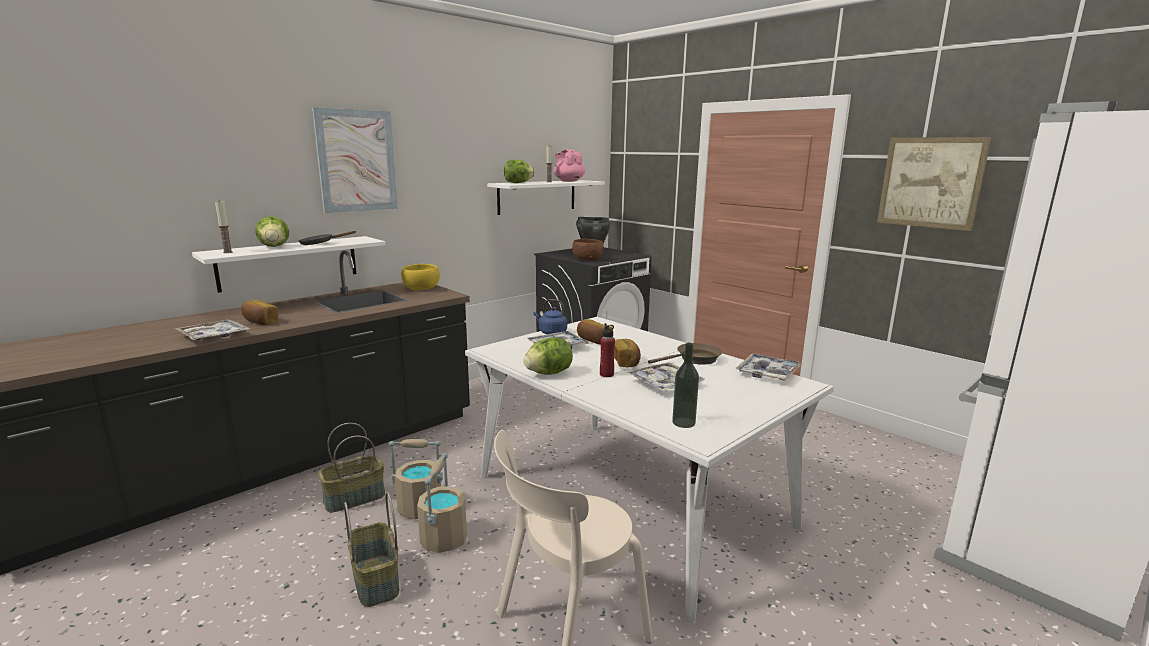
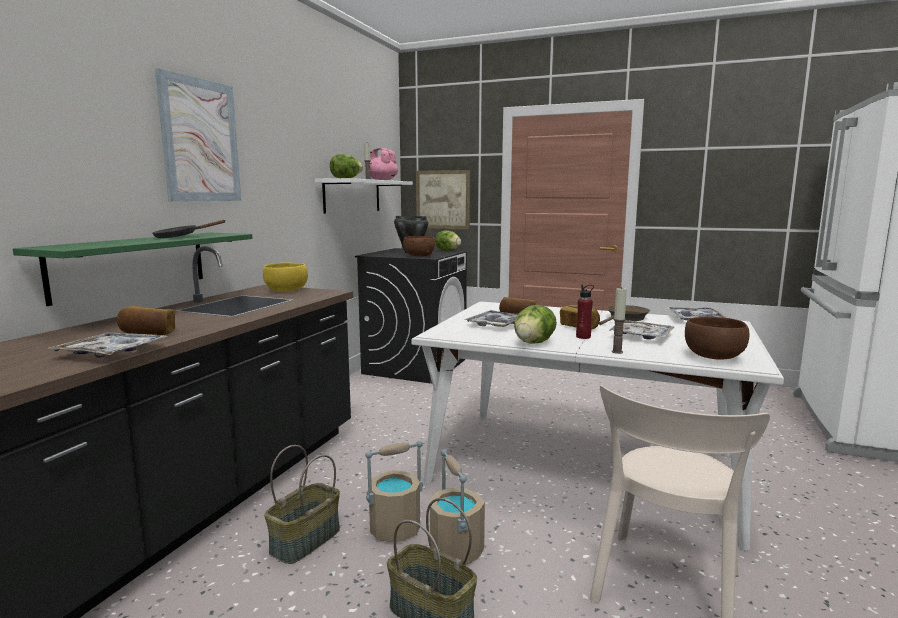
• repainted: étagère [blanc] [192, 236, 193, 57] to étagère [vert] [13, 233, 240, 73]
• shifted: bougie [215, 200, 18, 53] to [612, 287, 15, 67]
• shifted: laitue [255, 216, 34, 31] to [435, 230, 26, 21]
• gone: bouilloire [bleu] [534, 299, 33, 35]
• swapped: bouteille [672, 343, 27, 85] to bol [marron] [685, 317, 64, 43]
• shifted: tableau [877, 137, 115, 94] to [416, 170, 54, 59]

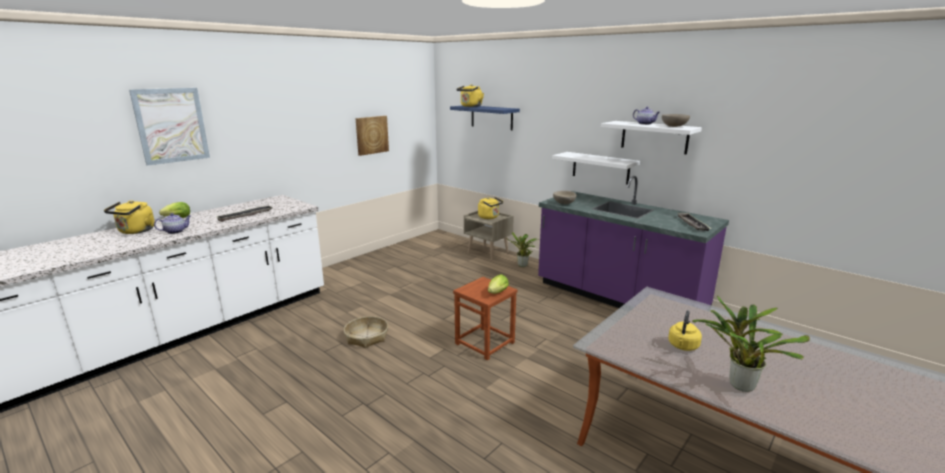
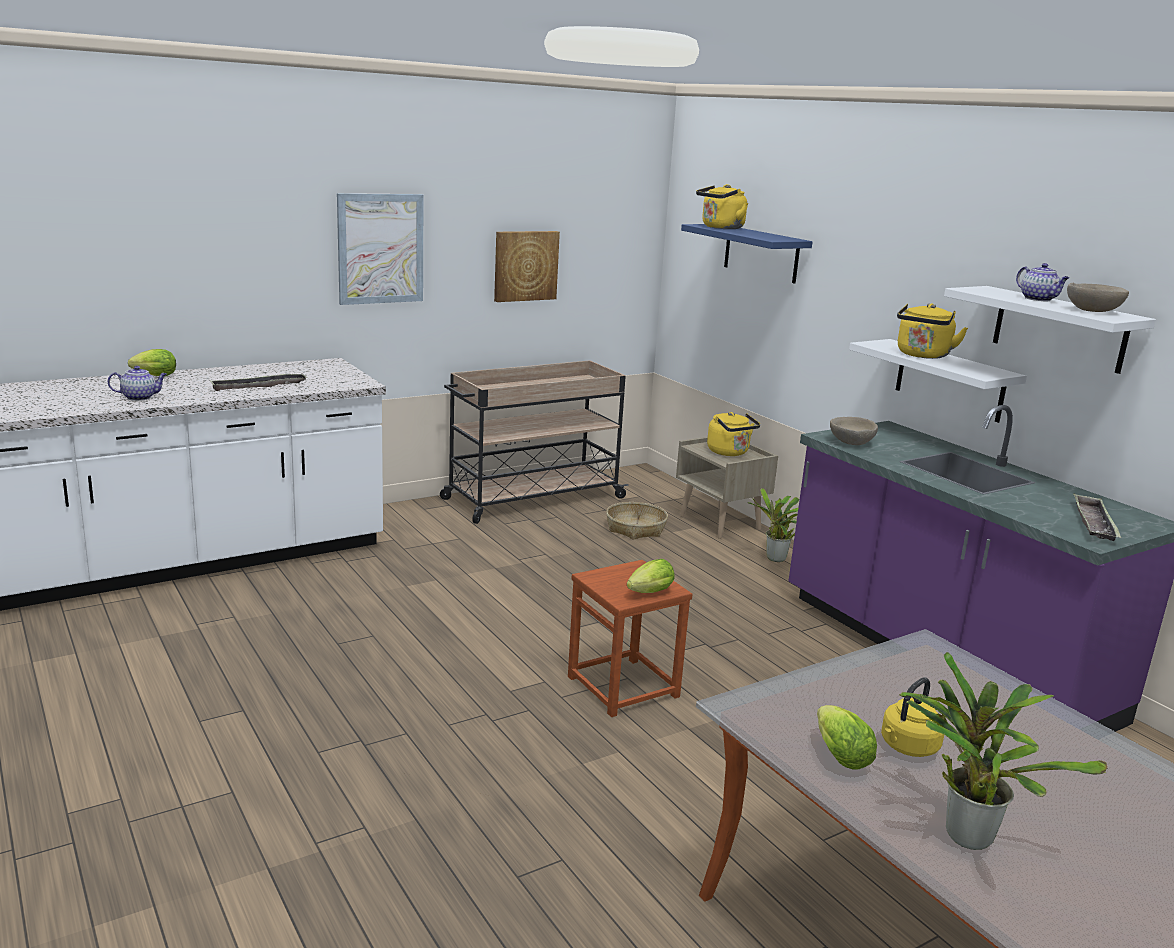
• shifted: bouilloire [jaune] [104, 201, 51, 33] to [897, 303, 71, 56]
• shifted: tableau [129, 88, 81, 78] to [337, 193, 86, 112]
• shifted: panier [344, 316, 44, 32] to [606, 502, 62, 38]
• new: chariot [beige] [440, 360, 189, 164]
• new: laitue [817, 705, 60, 64]

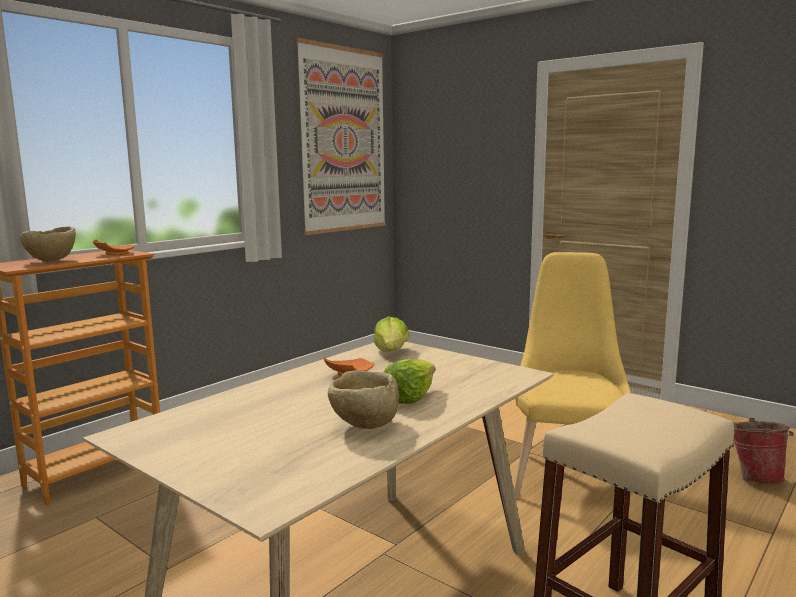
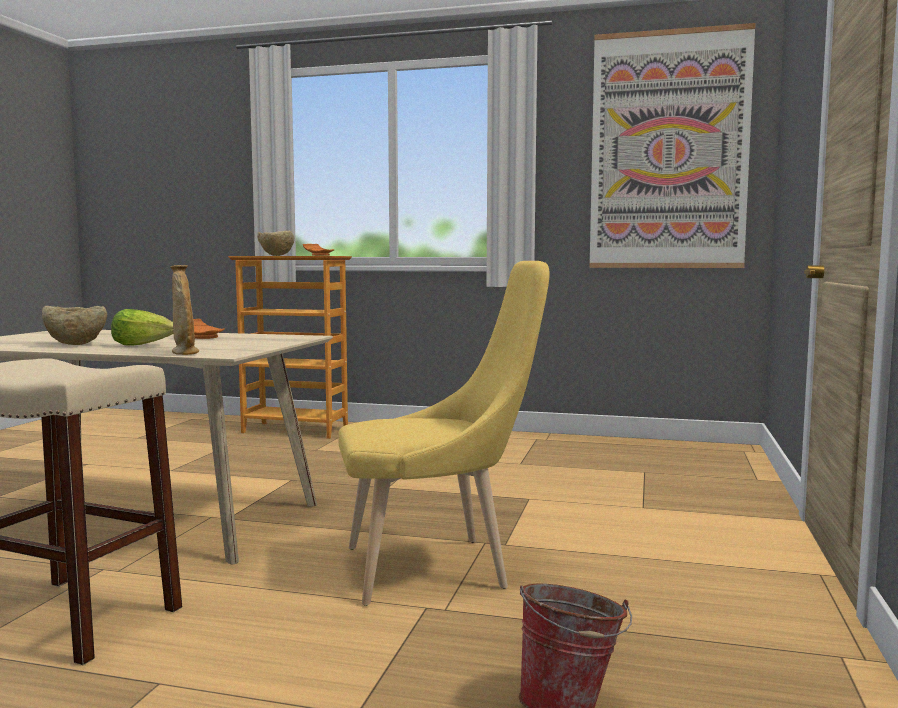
• gone: laitue [374, 316, 36, 36]
• new: vase [beige] [170, 265, 29, 90]

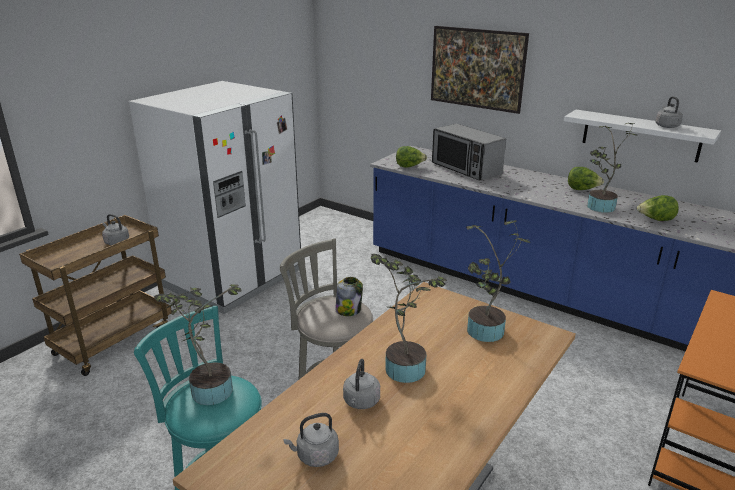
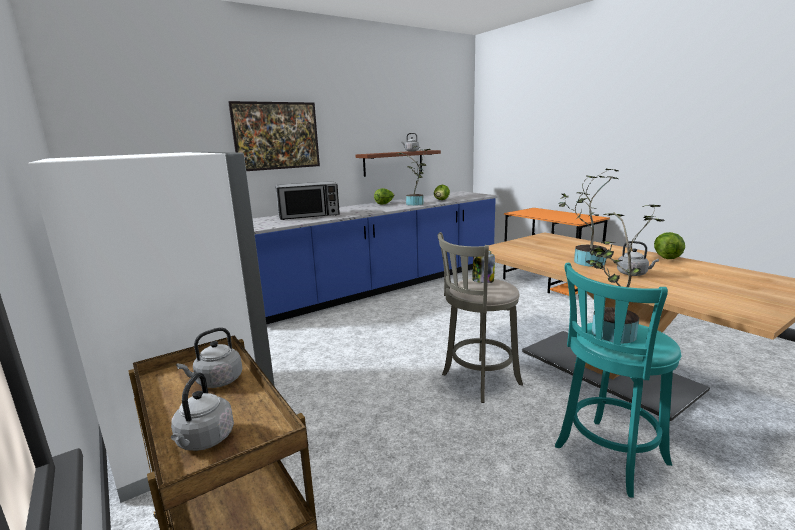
• shifted: bouilloire [gris] [283, 413, 56, 54] to [171, 372, 63, 79]
• shifted: laitue [396, 146, 31, 22] to [654, 232, 31, 27]
• gone: plante en pot [466, 220, 64, 122]
• repainted: étagère [blanc] [564, 110, 157, 53] to étagère [marron] [356, 150, 85, 27]

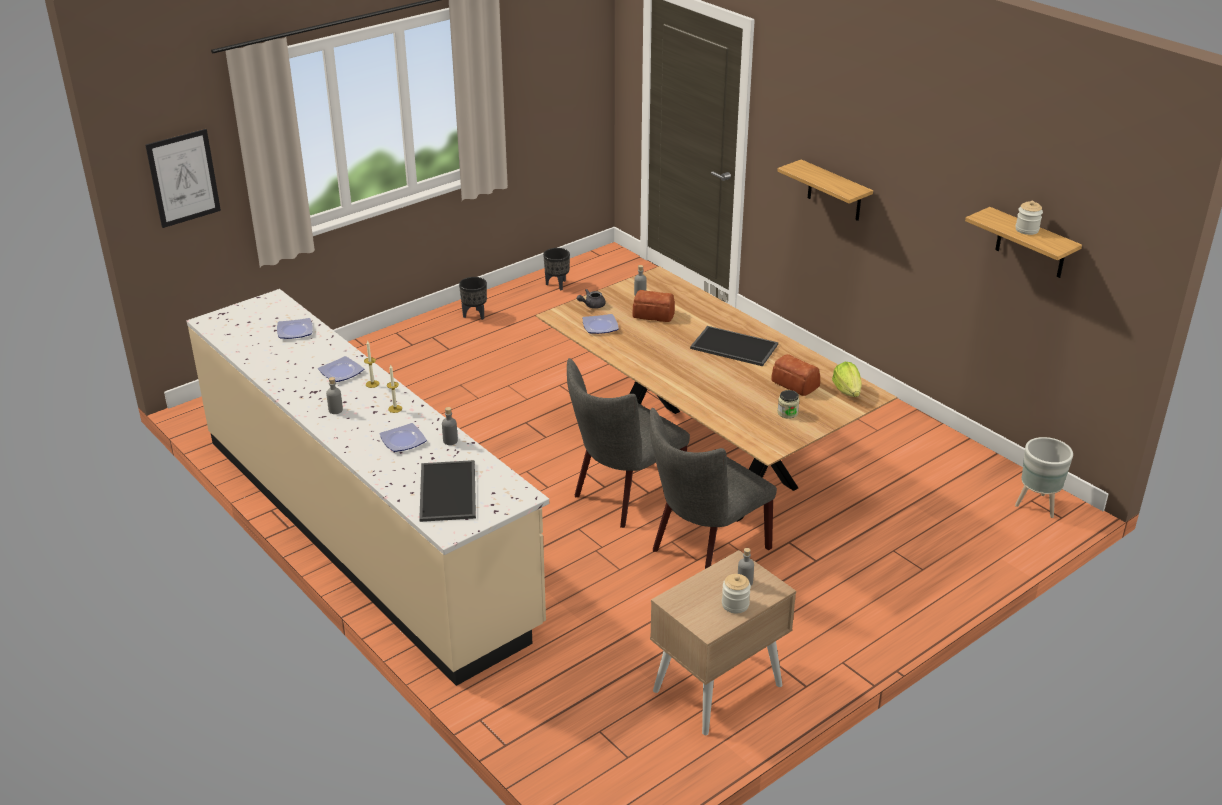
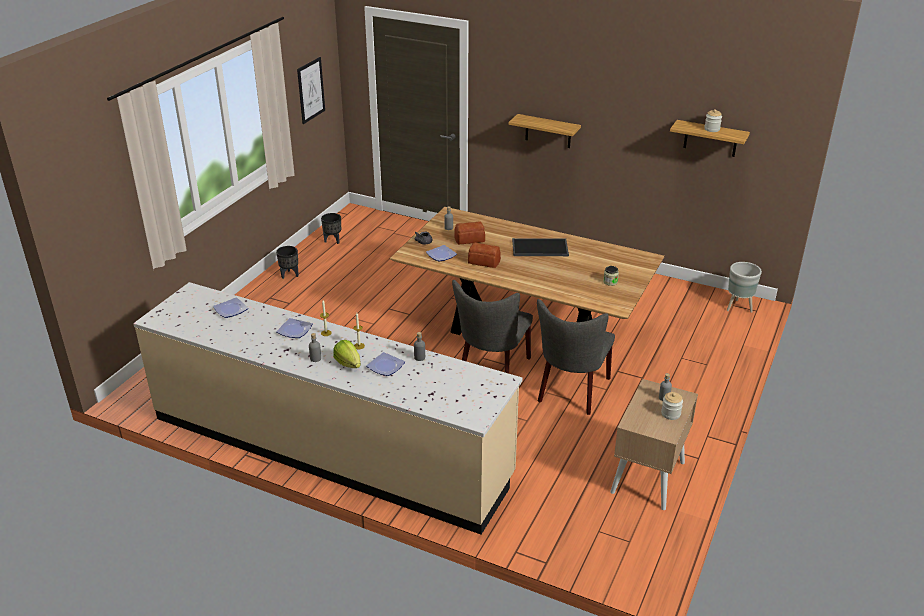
• shifted: tableau [145, 129, 76, 99] to [297, 57, 28, 67]
• gone: plateau [419, 460, 57, 62]
• shifted: pain [771, 354, 49, 42] to [468, 242, 33, 26]
• shifted: laitue [832, 362, 30, 35] to [333, 340, 28, 28]

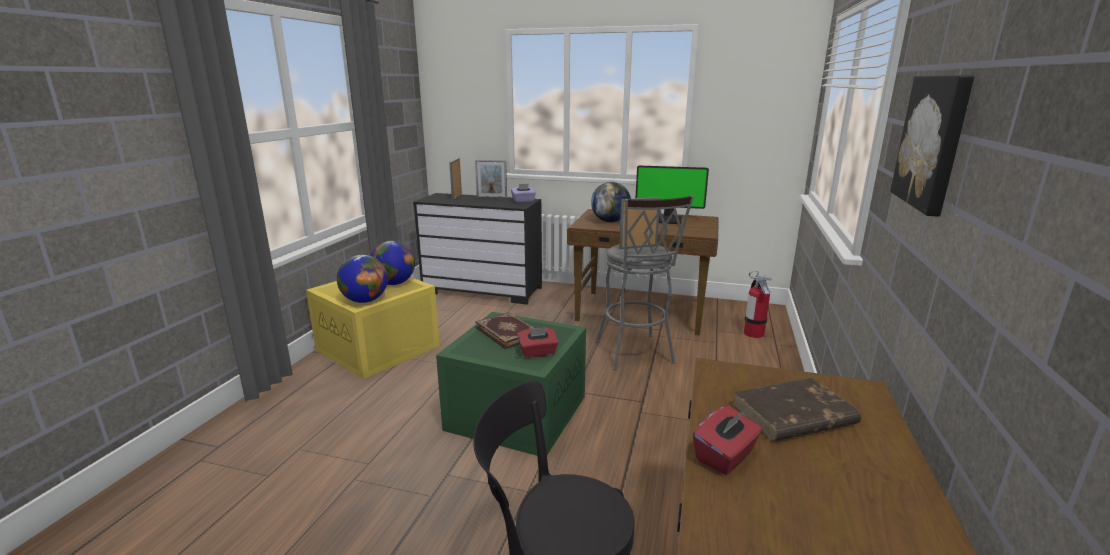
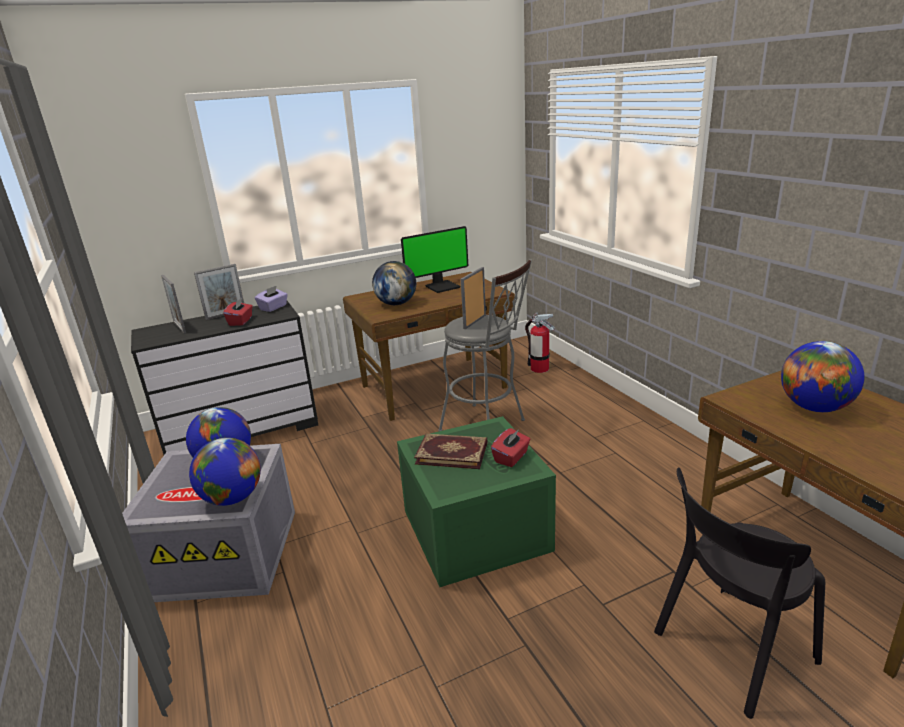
• repainted: boîte de rangement [jaune] [306, 277, 134, 102] to boîte de rangement [gris] [122, 444, 173, 158]
• shifted: boîte à mouchoirs [rouge] [693, 406, 69, 69] to [223, 298, 30, 28]
• swapped: livre [marron] [732, 378, 129, 63] to globe [781, 341, 84, 71]
• gone: tableau [890, 75, 85, 142]

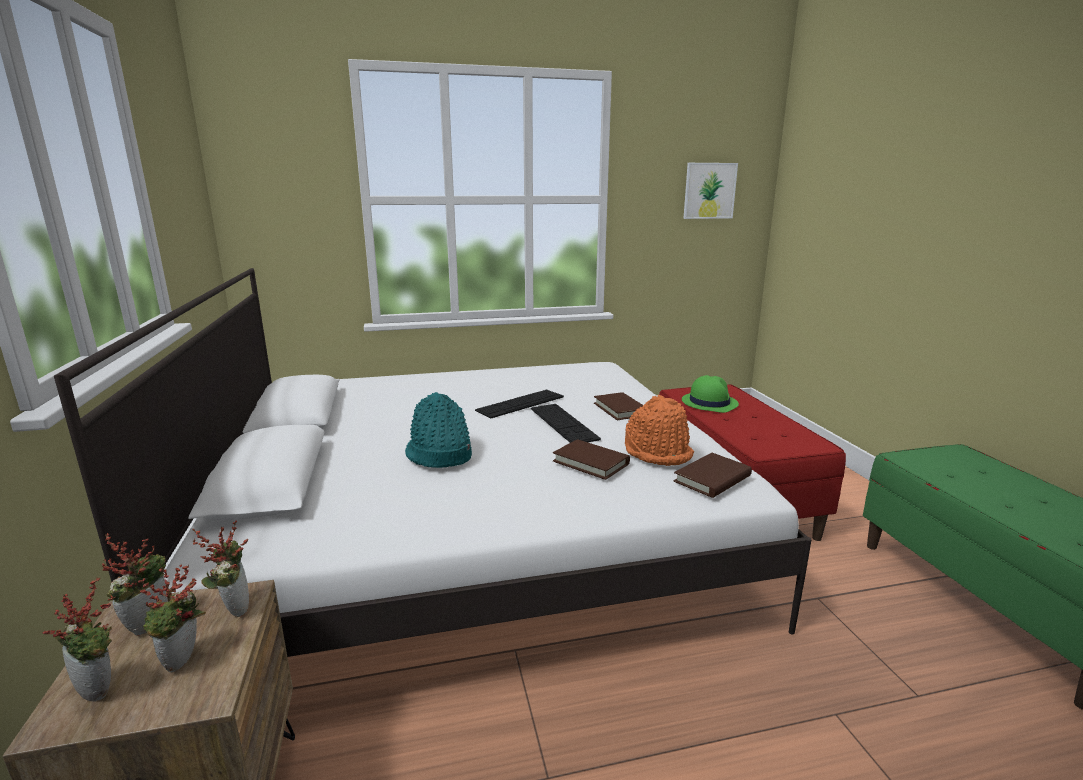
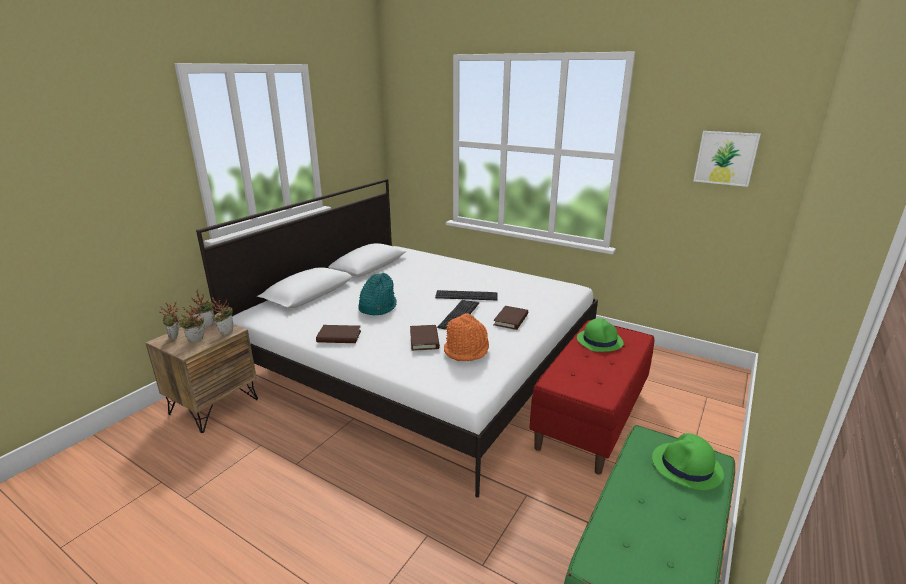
• shifted: livre [marron] [674, 453, 78, 45] to [316, 325, 45, 18]
• new: chapeau [vert] [652, 433, 72, 57]

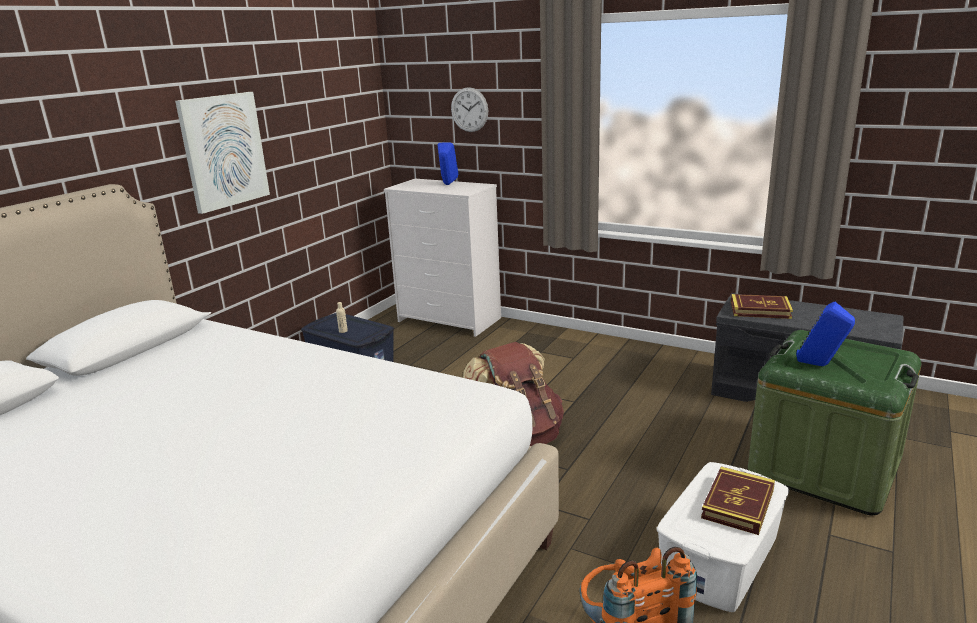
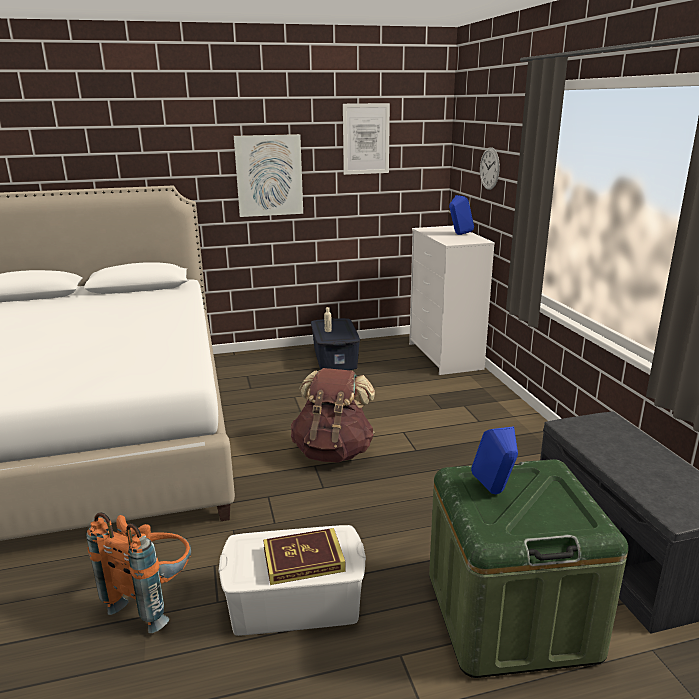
• gone: livre [731, 294, 62, 25]
• new: tableau [343, 103, 47, 72]

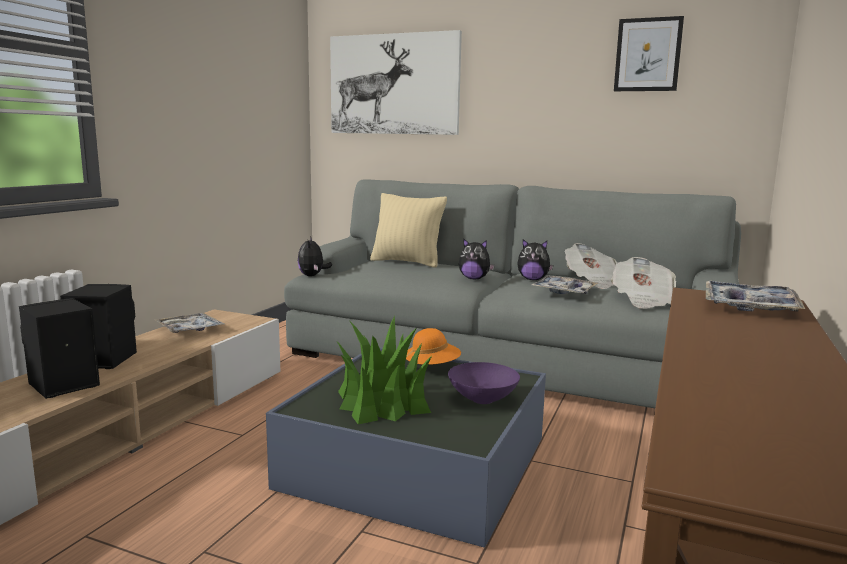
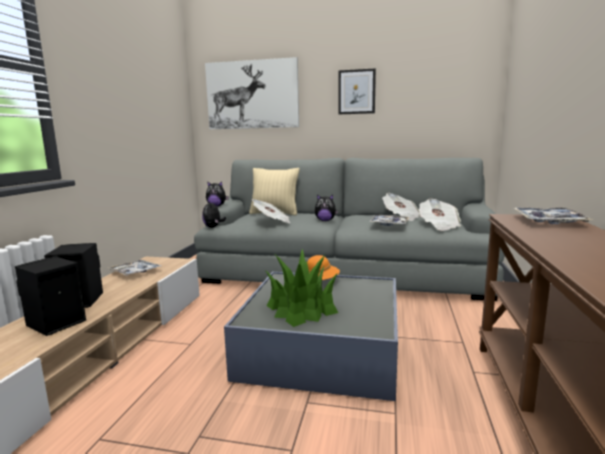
• gone: bol [violet] [448, 362, 72, 42]
• shifted: peluche [517, 239, 36, 41] to [206, 181, 23, 25]
• shifted: tableau [614, 16, 70, 75] to [338, 68, 38, 46]
• new: journal [251, 199, 39, 24]

